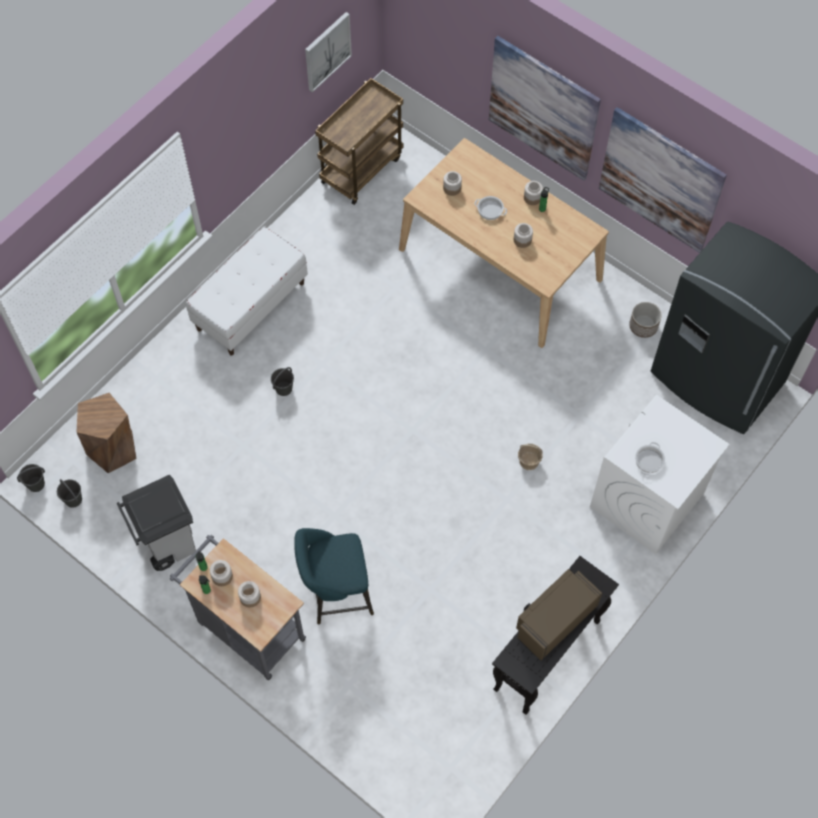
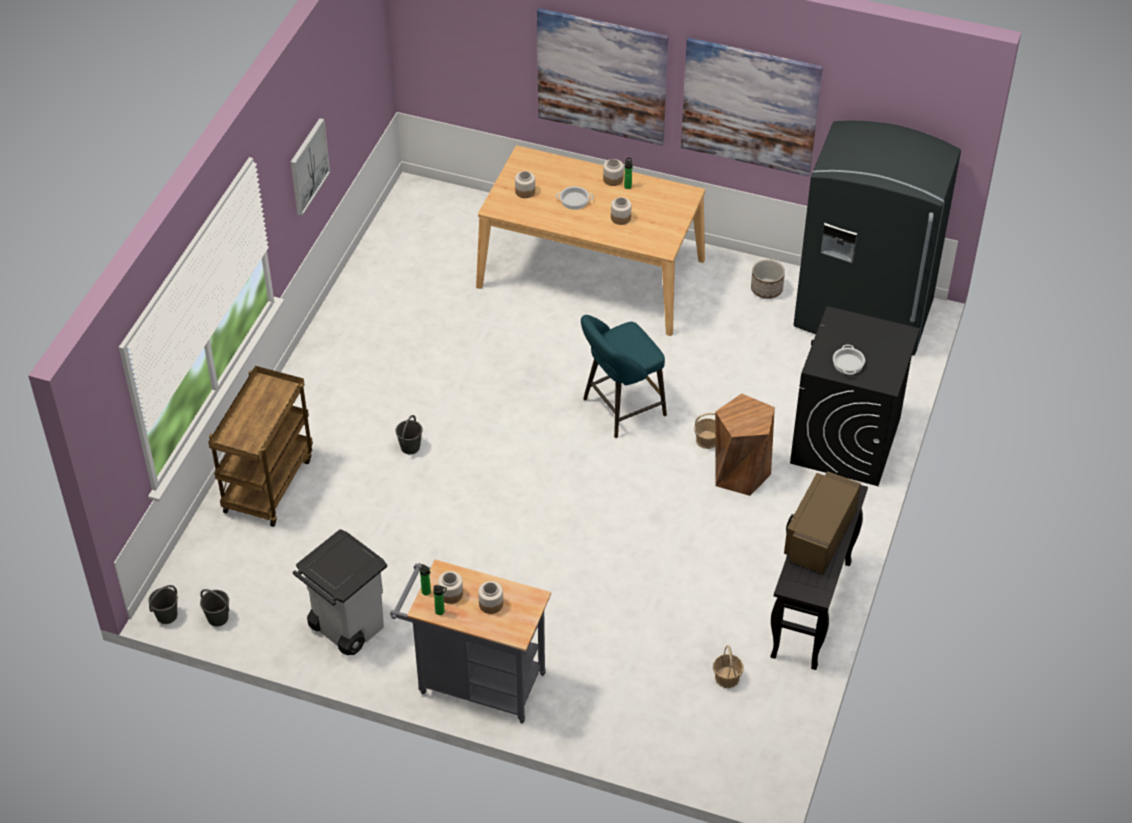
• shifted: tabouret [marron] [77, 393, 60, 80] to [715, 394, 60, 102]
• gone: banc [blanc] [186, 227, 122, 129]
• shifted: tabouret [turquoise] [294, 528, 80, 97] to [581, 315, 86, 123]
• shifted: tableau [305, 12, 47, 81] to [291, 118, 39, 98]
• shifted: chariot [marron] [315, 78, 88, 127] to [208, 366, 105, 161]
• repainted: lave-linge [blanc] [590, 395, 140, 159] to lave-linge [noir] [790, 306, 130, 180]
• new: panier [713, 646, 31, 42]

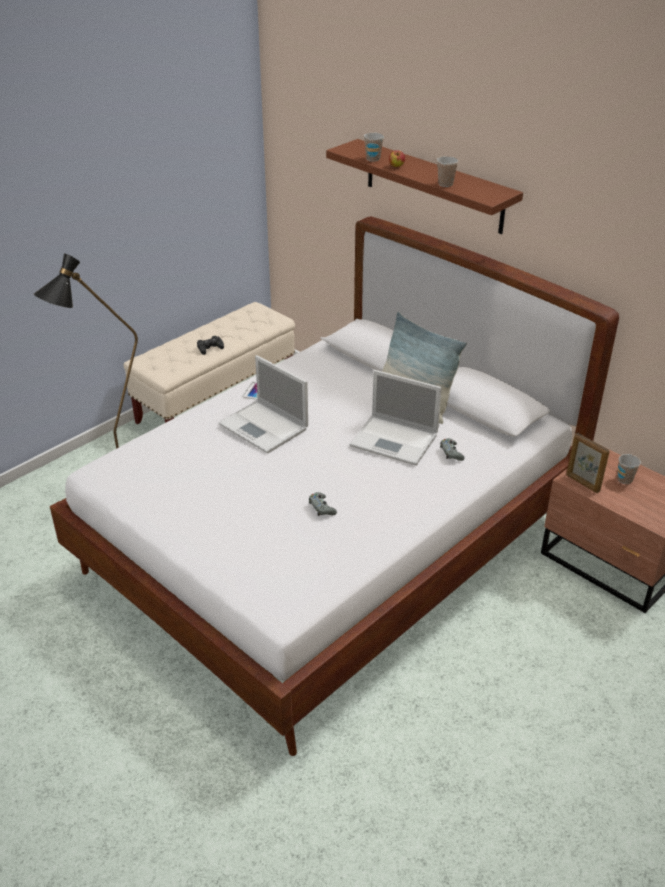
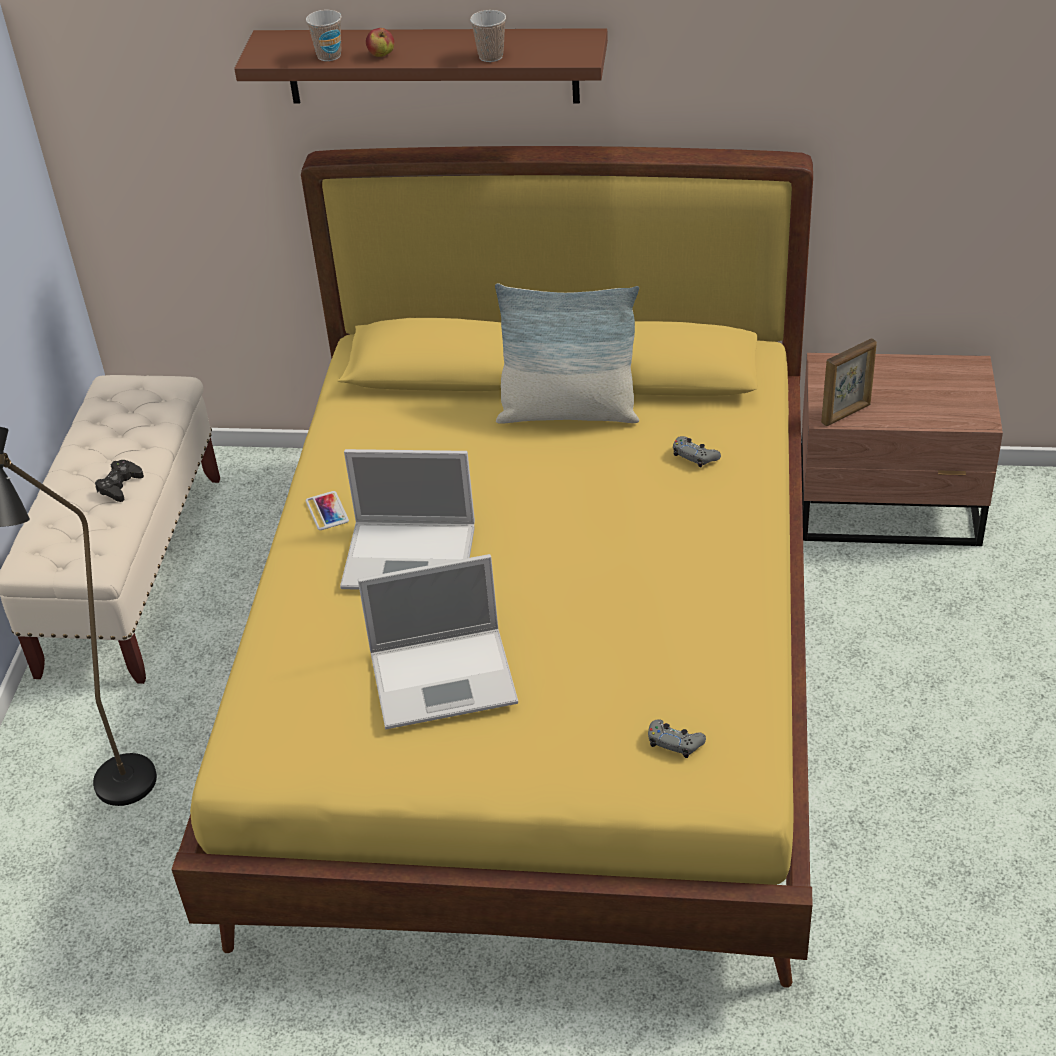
• repainted: lit [blanc] [50, 216, 569, 540] to lit [jaune] [171, 146, 642, 842]
• shifted: manette [gris] [309, 492, 28, 24] to [648, 719, 58, 39]
• shifted: ordinateur portable [349, 370, 93, 96] to [358, 554, 160, 175]
• rotated: cadre photo [566, 433, 44, 60] = [821, 338, 56, 88] 45 degrees counterclockwise
• gone: tasse [618, 454, 23, 30]

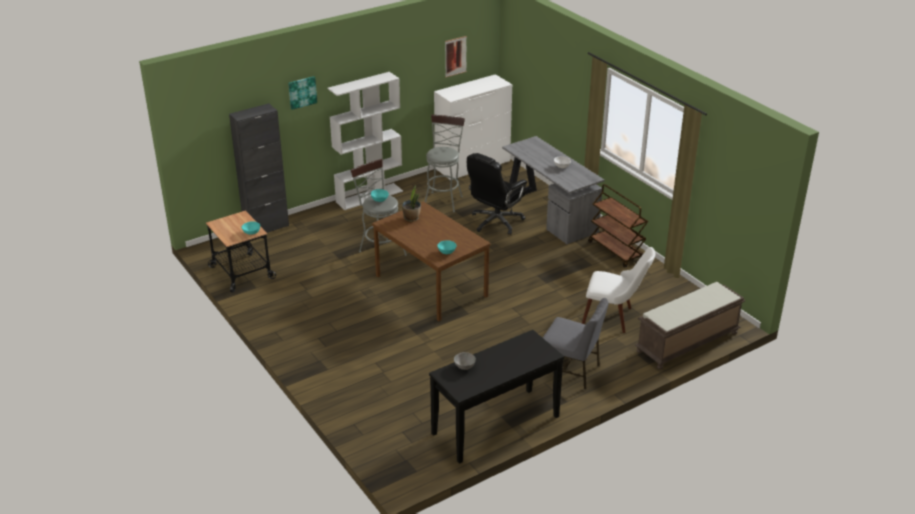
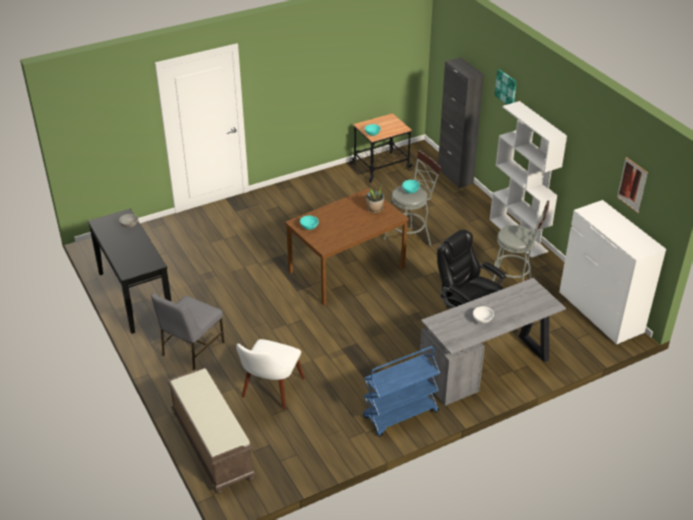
• repainted: chariot [marron] [588, 184, 60, 84] to chariot [bleu] [363, 346, 77, 90]

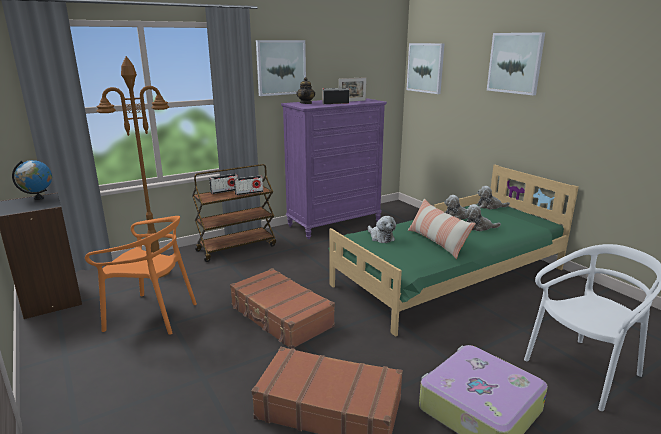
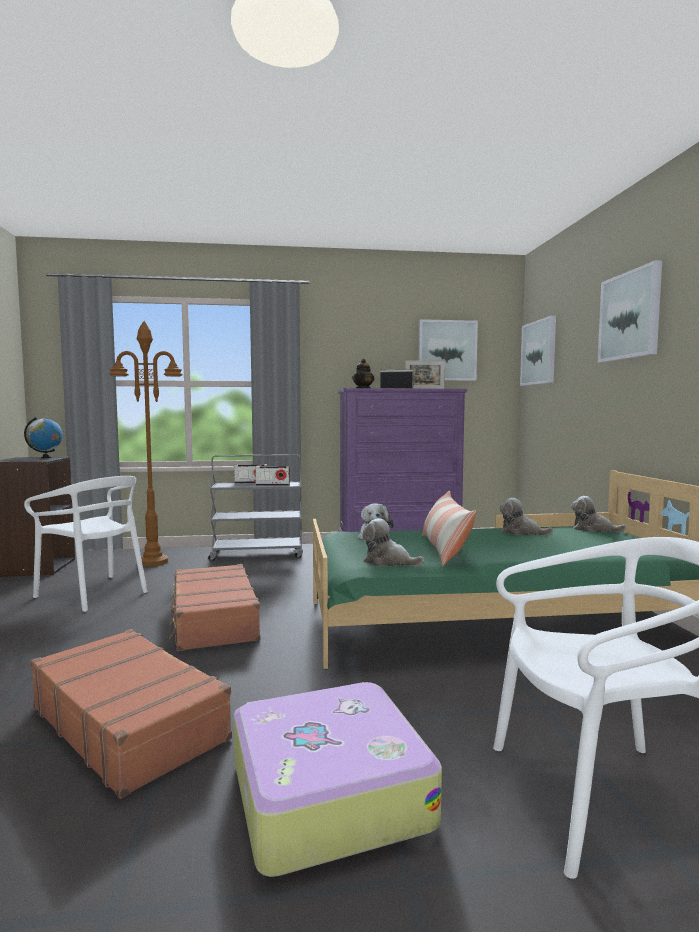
• repainted: chaise [orange] [85, 216, 112, 119] to chaise [blanc] [24, 476, 123, 136]
• repainted: chariot [marron] [192, 164, 84, 98] to chariot [gris] [208, 454, 95, 107]
• shifted: tableau [256, 40, 50, 56] to [418, 319, 60, 62]
• shifted: peluche [465, 204, 36, 27] to [363, 518, 61, 48]

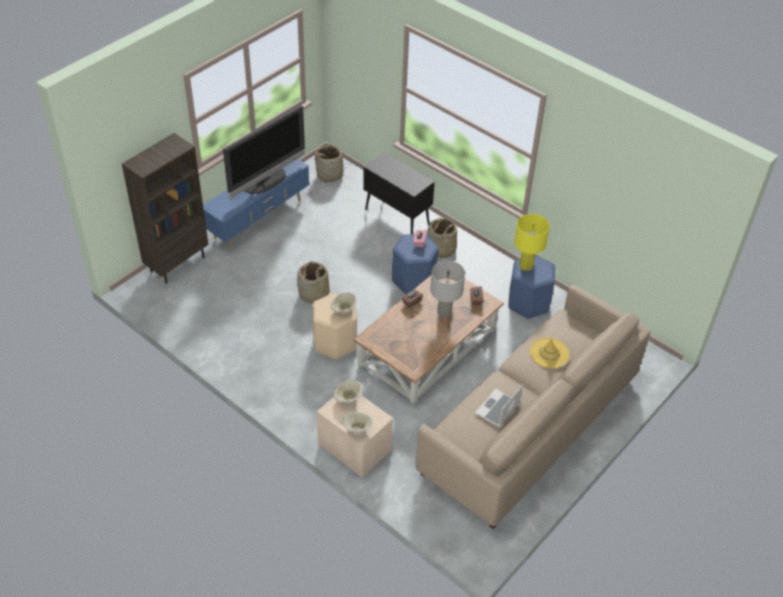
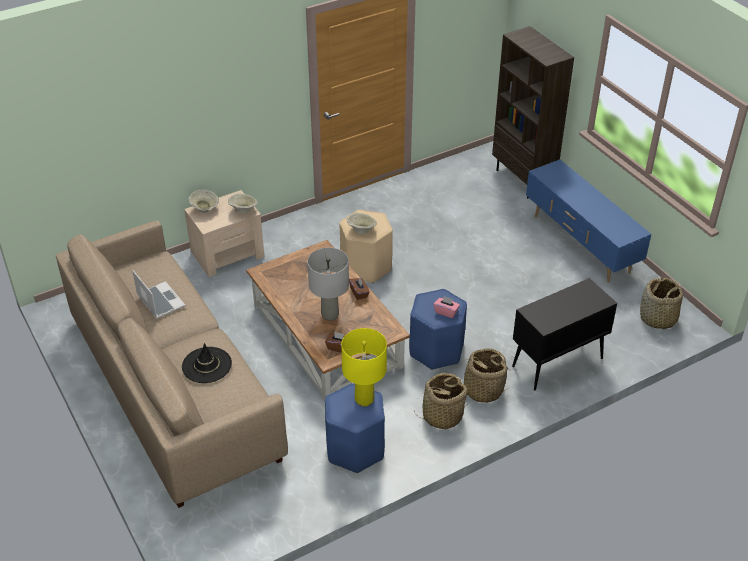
• gone: téléviseur [223, 105, 82, 95]
• shifted: panier [297, 261, 33, 42] to [414, 373, 53, 56]
• repainted: chapeau [jaune] [530, 338, 40, 30] to chapeau [noir] [182, 343, 50, 40]

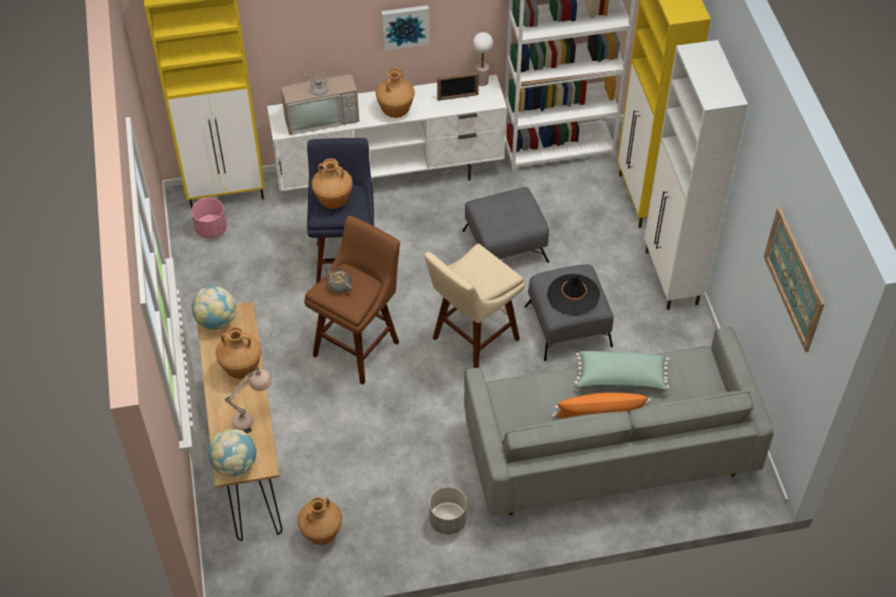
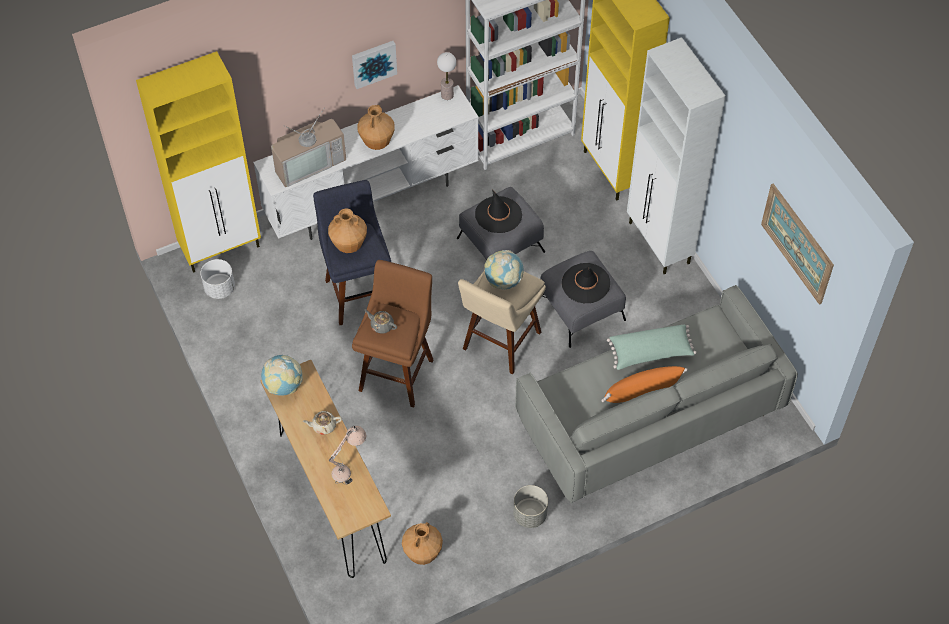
• repainted: cache-pot [rose] [191, 198, 36, 41] to cache-pot [blanc] [200, 259, 35, 40]
• shifted: globe [209, 429, 48, 47] to [485, 250, 39, 39]
• swapped: vase [marron] [215, 327, 47, 52] to théière [beige] [303, 411, 39, 24]
• gone: cadre photo [437, 72, 42, 29]
• new: chapeau [noir] [475, 190, 47, 43]

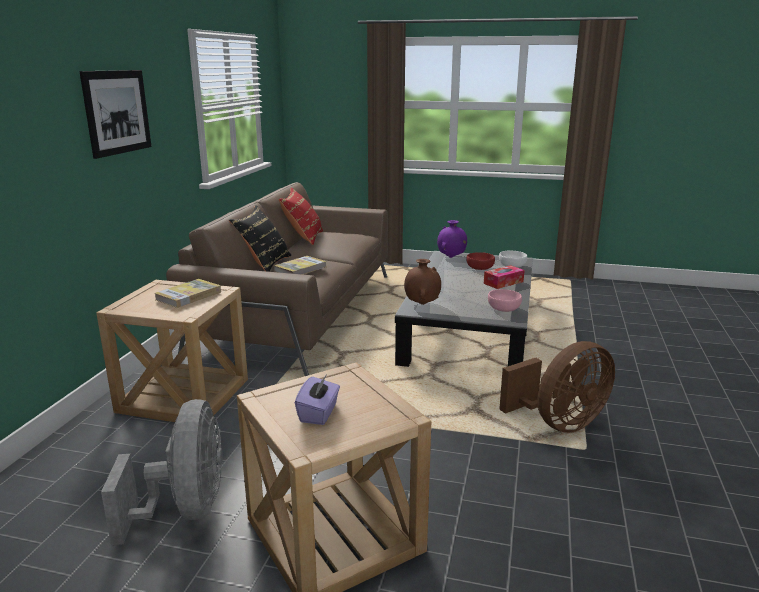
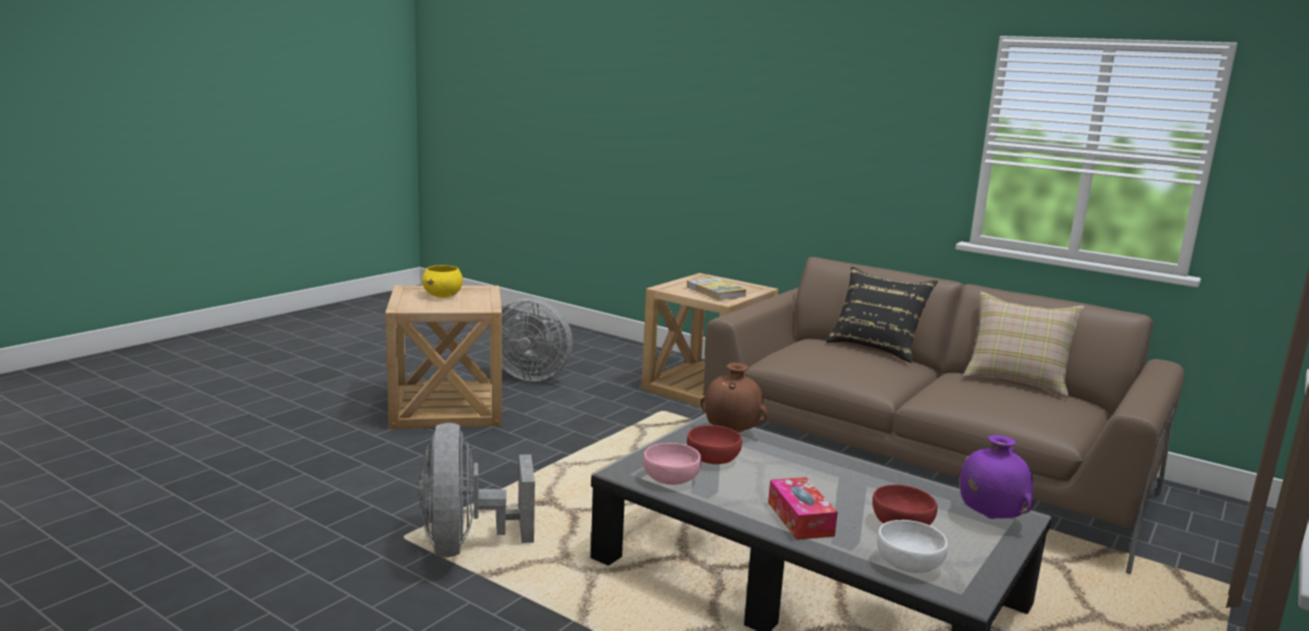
• gone: tableau [79, 70, 73, 89]
• gone: livre [274, 256, 53, 19]
• repainted: coussin [rouge] [279, 187, 44, 58] to coussin [beige] [963, 292, 122, 106]
• swapped: boîte à mouchoirs [violet] [295, 376, 45, 49] to bol [jaune] [422, 265, 41, 33]
• repainted: ventilateur [marron] [499, 341, 116, 92] to ventilateur [gris] [419, 423, 116, 134]
• new: bol [rouge] [687, 425, 55, 39]

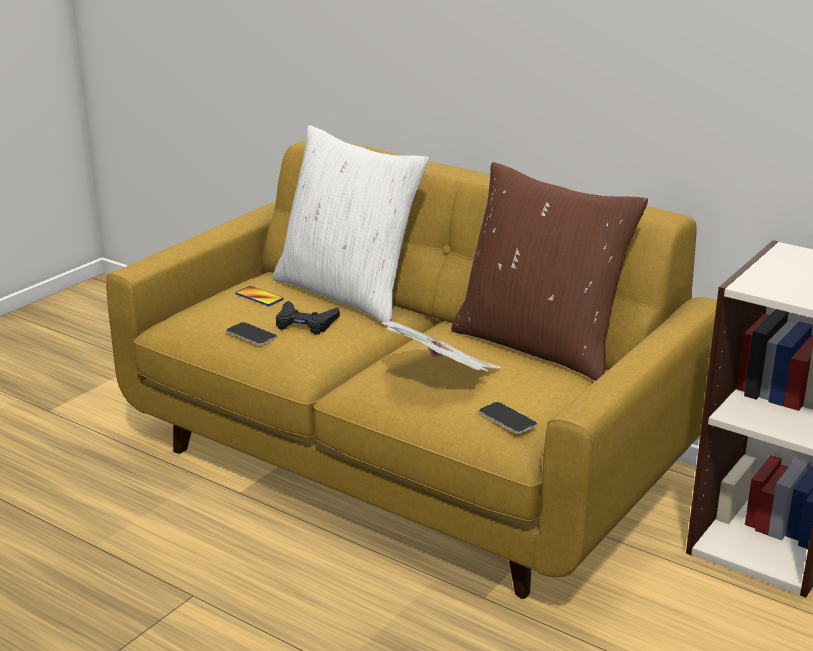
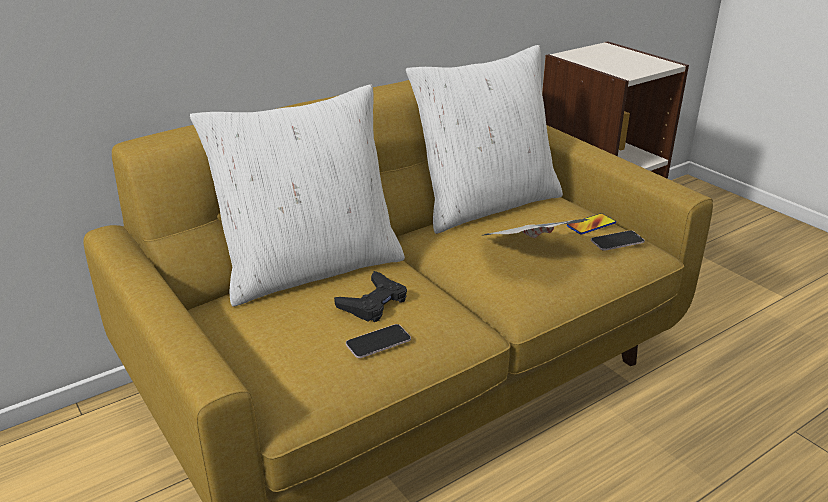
• shifted: téléphone [235, 286, 49, 20] to [567, 213, 49, 21]
• repainted: coussin [marron] [451, 162, 197, 219] to coussin [blanc] [406, 45, 157, 189]

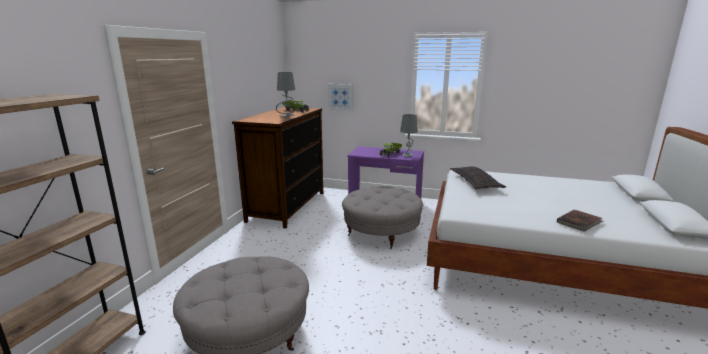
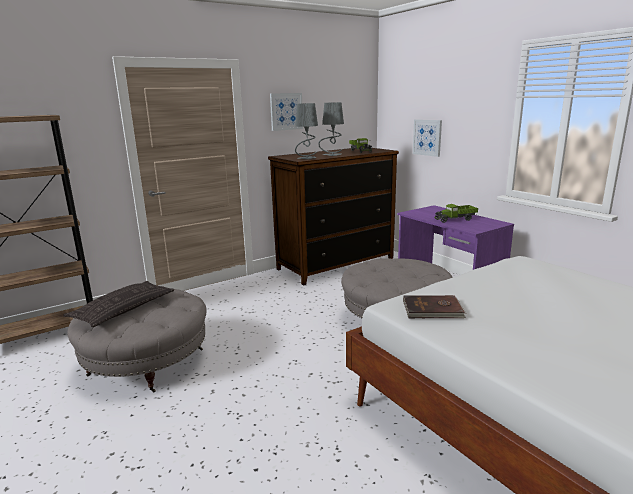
• shifted: lampe de table [gris] [400, 114, 18, 43] to [295, 103, 23, 56]
• shifted: coussin [450, 166, 56, 23] to [63, 281, 112, 46]
• shifted: livre [marron] [557, 209, 46, 23] to [403, 295, 64, 23]
• new: tableau [270, 93, 33, 38]

